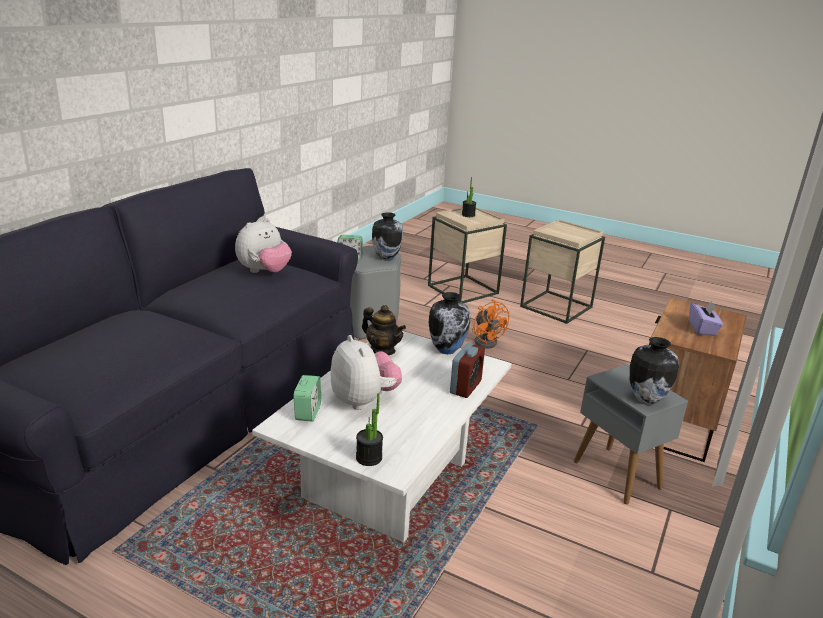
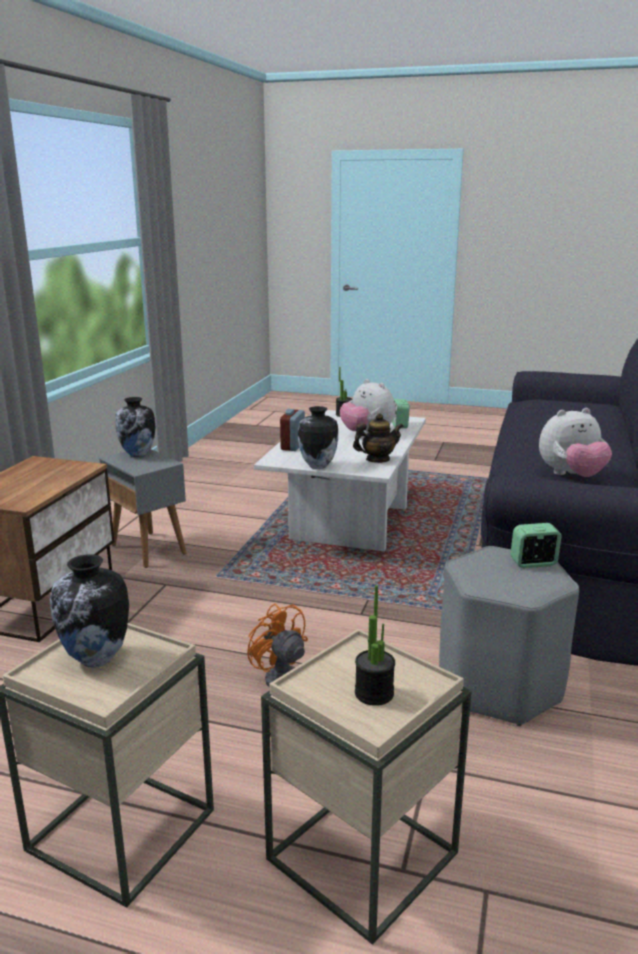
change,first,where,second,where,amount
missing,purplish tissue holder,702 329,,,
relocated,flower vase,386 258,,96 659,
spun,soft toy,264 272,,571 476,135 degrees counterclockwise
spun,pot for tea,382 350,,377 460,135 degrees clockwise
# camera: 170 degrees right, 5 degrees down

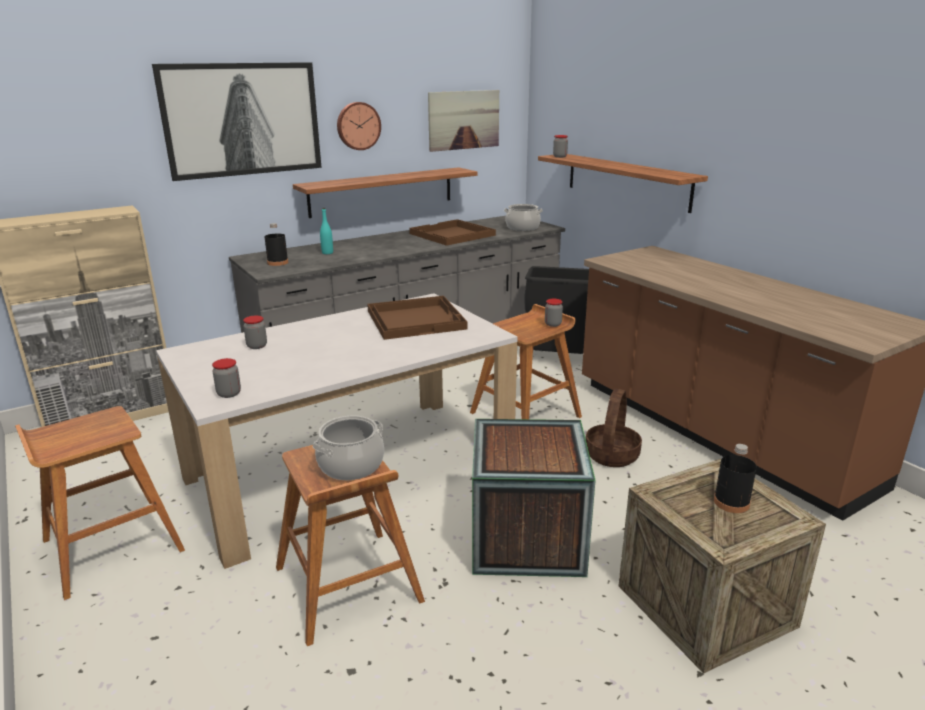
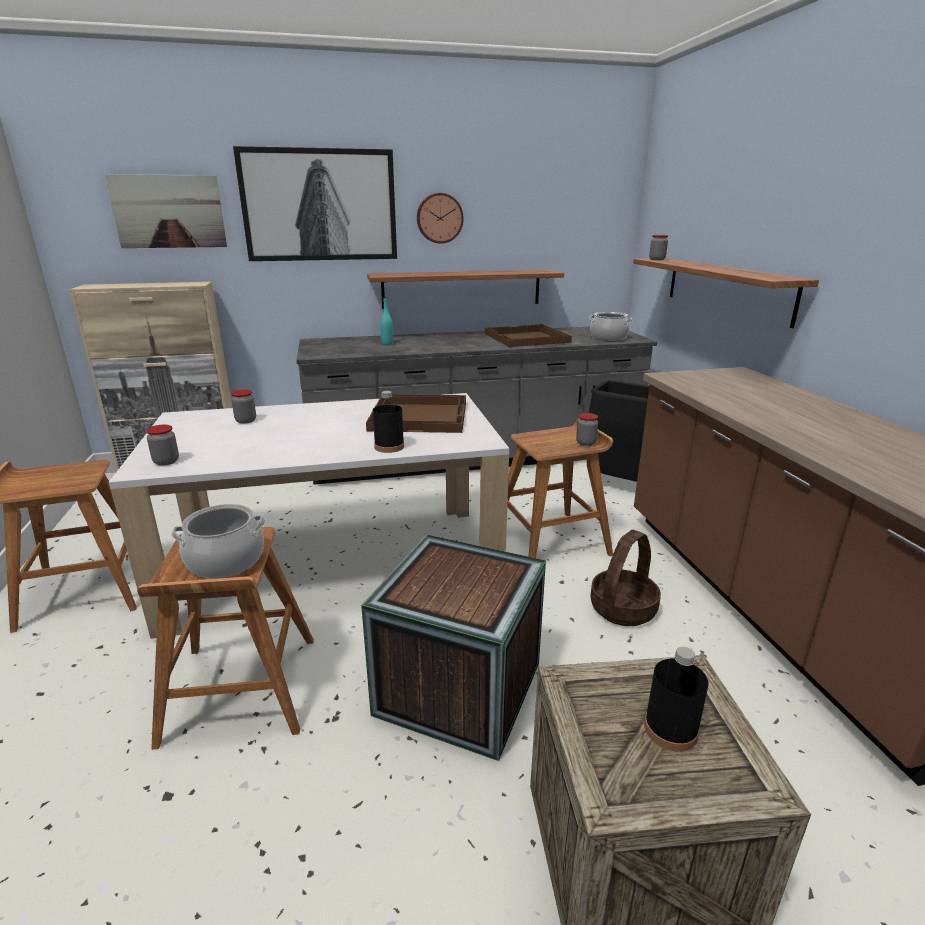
change,first,where,second,where,amount
relocated,black drink bottle,277 262,,389 447,
relocated,wall art,464 120,,169 211,
# camera: 20 degrees right, 0 degrees up

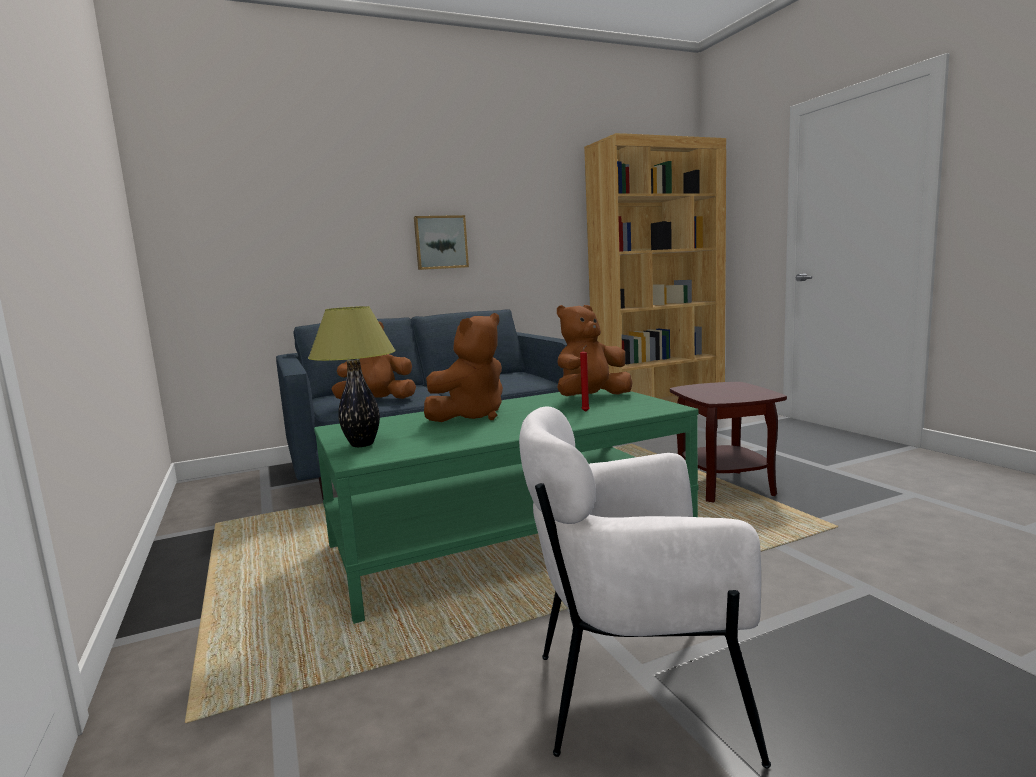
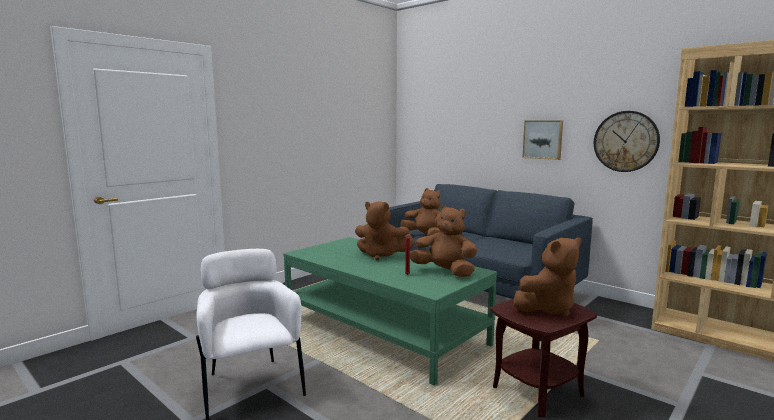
change,first,where,second,where,amount
missing,lamp for a table,363 444,,,
appeared,,,brown soft toy,548 309,
appeared,,,hanging clock,625 141,
# camera: 65 degrees right, 0 degrees up

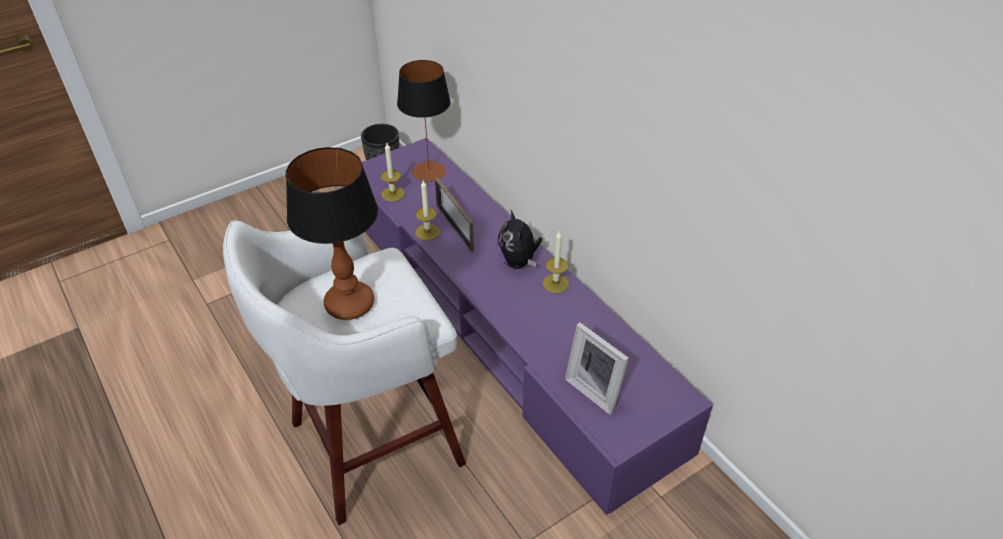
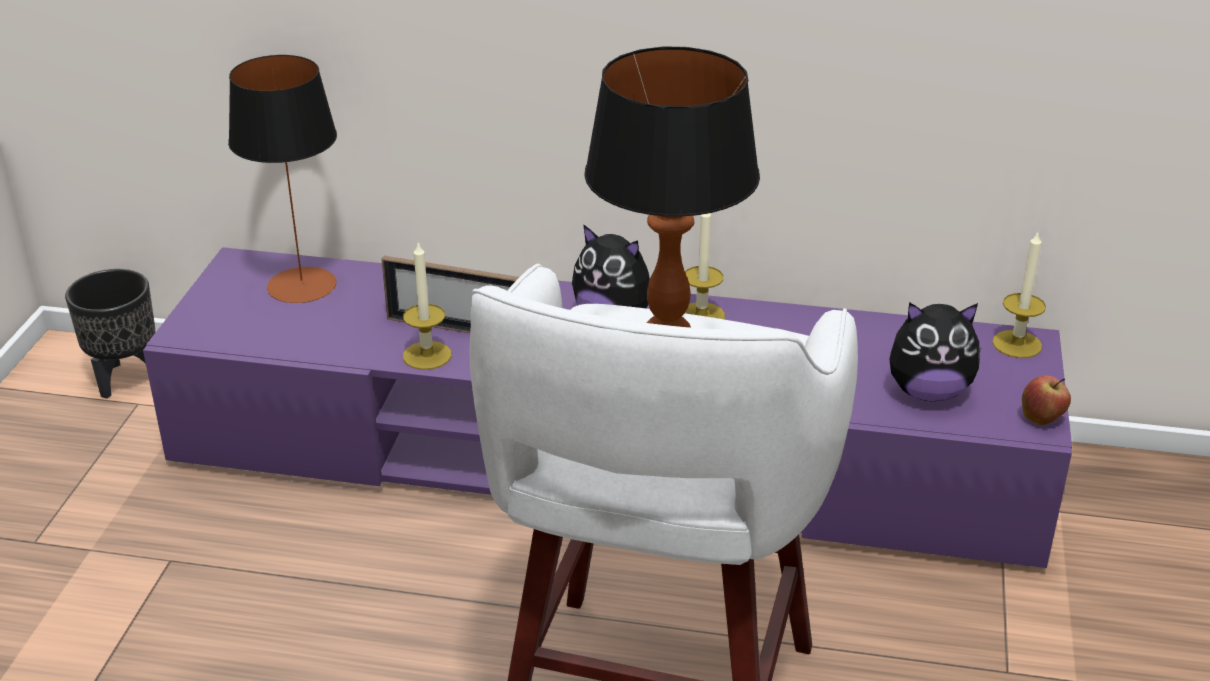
change,first,where,second,where,amount
appeared,,,apple fruit,1042 419,
relocated,wax candle,393 194,,1017 344,
exchanged,picture frame,596 389,soft toy,928 392,
# camera: 45 degrees left, 10 degrees down

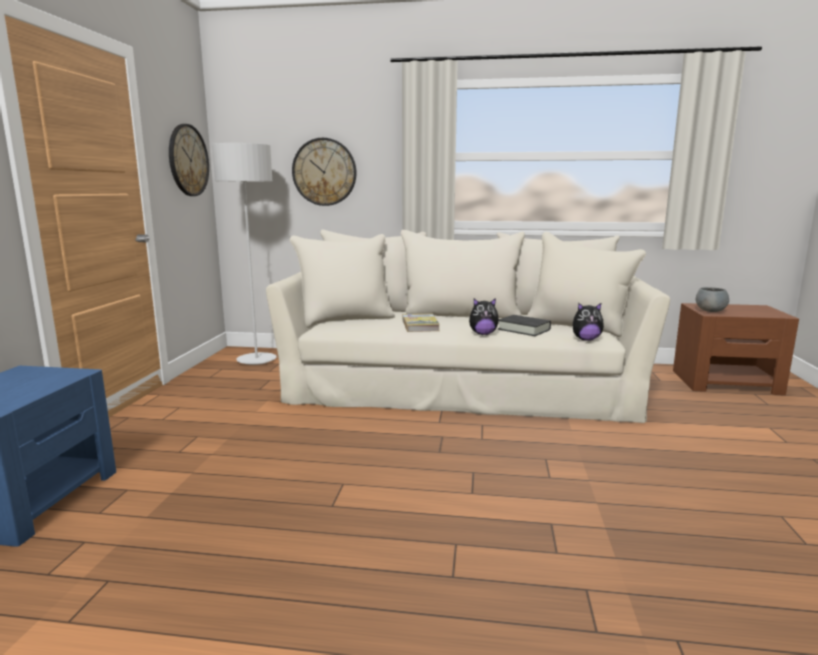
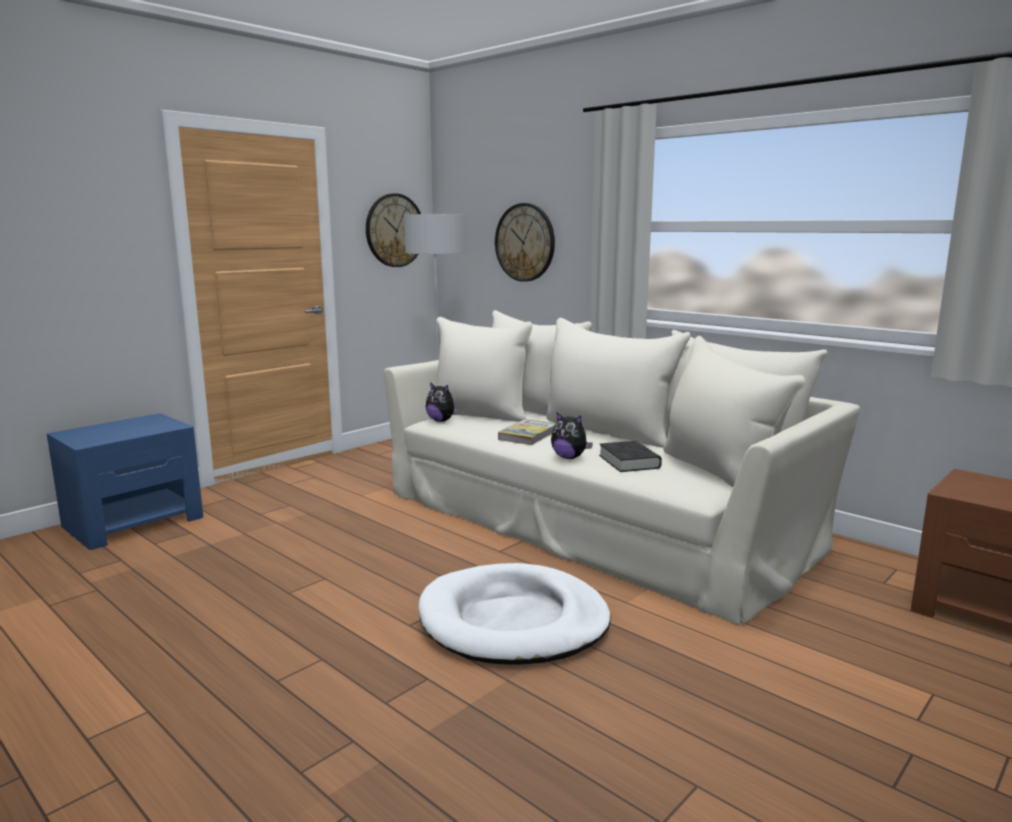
change,first,where,second,where,amount
missing,grey serving bowl,710 311,,,
appeared,,,white-coloured dog bed,513 621,
relocated,soft toy,586 339,,441 421,
# camera: 35 degrees right, 0 degrees up

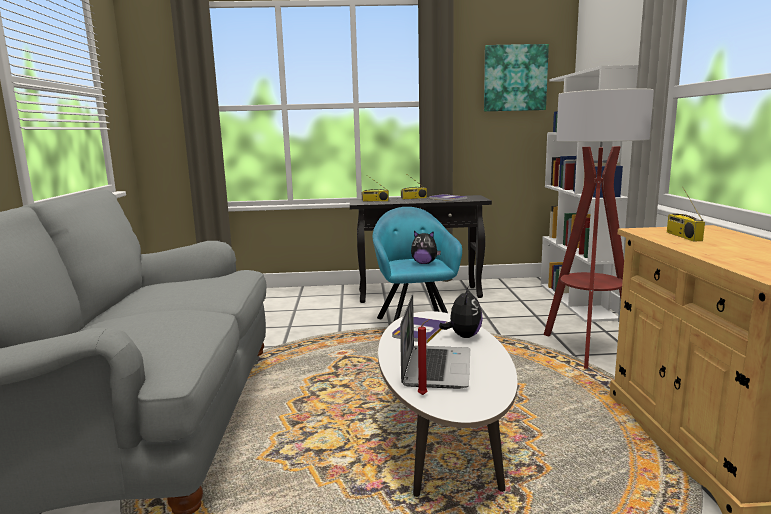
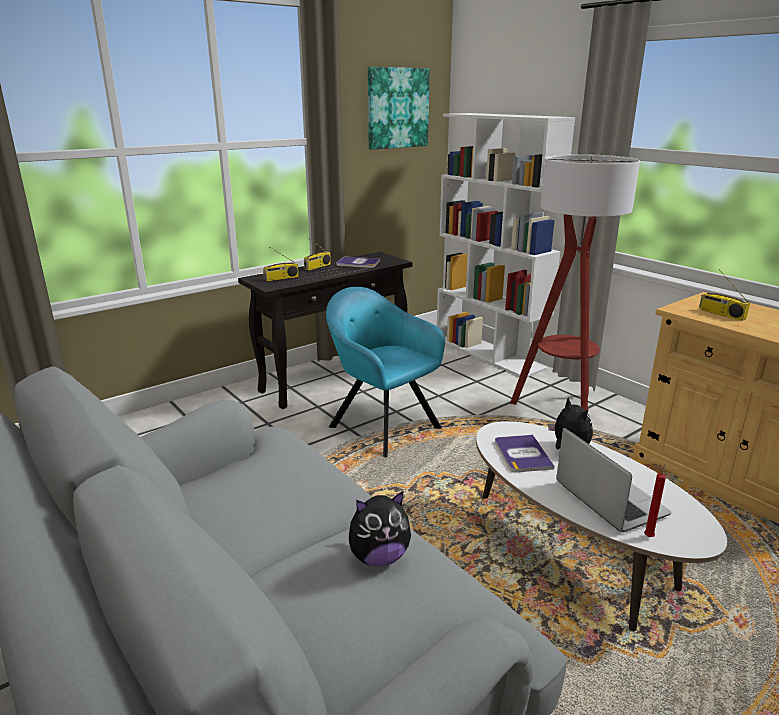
change,first,where,second,where,amount
relocated,soft toy,424 263,,379 557,
# camera: 35 degrees left, 10 degrees up

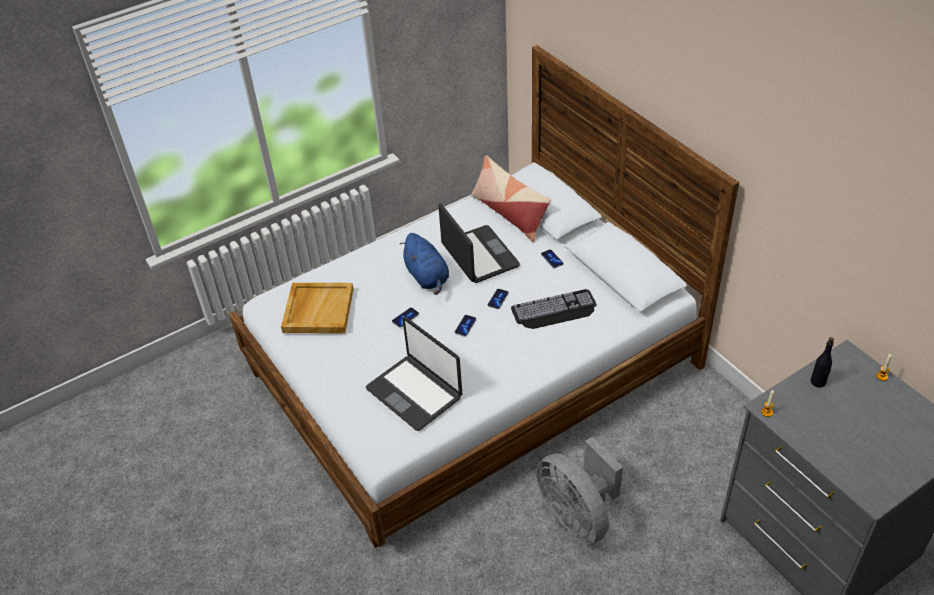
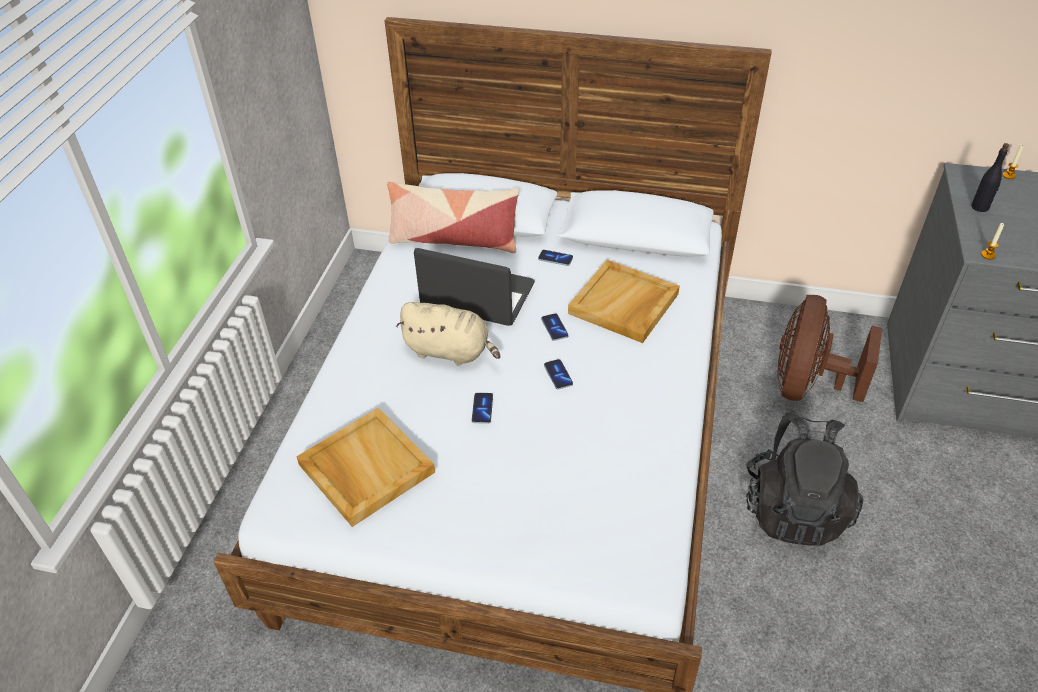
change,first,where,second,where,amount
missing,notebook computer,415 392,,,
appeared,,,brown cooling fan,807 385,
exchanged,keyboard,554 311,beige carrying tray,624 304,
exchanged,grey cooling fan,577 516,black knapsack,794 508,
colour,blue-coloured soft toy,427 277,beige soft toy,450 351,
# camera: 45 degrees left, 0 degrees up

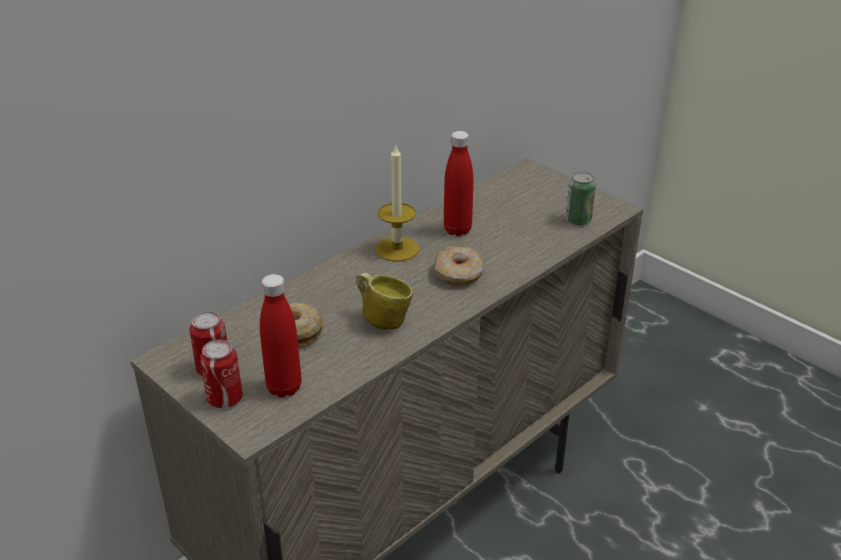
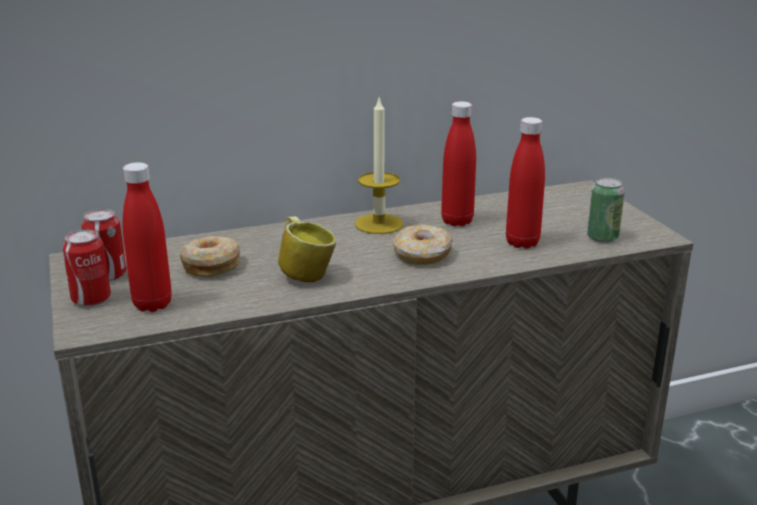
change,first,where,second,where,amount
appeared,,,red-coloured drink bottle,522 243,
# camera: 25 degrees right, 10 degrees down

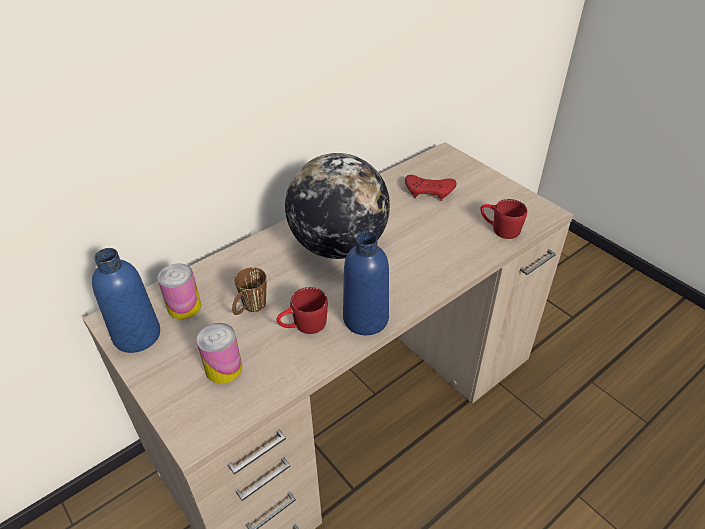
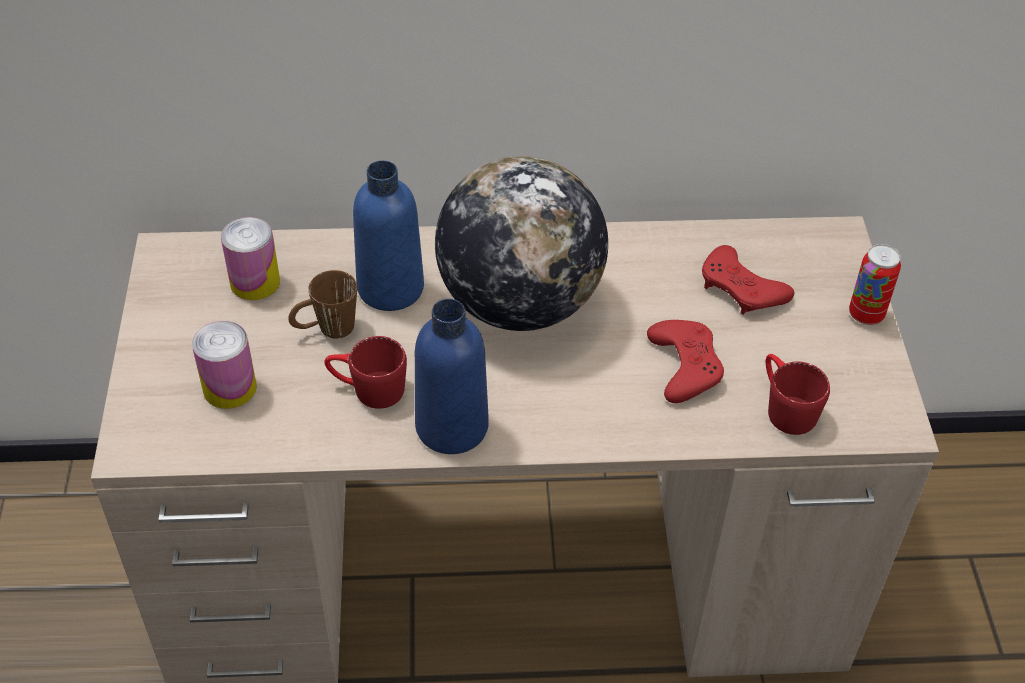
change,first,where,second,where,amount
appeared,,,red-coloured game controller,685 365,
appeared,,,can,866 314,
relocated,blue-coloured drink bottle,137 335,,390 288,
# camera: 35 degrees right, 5 degrees up

